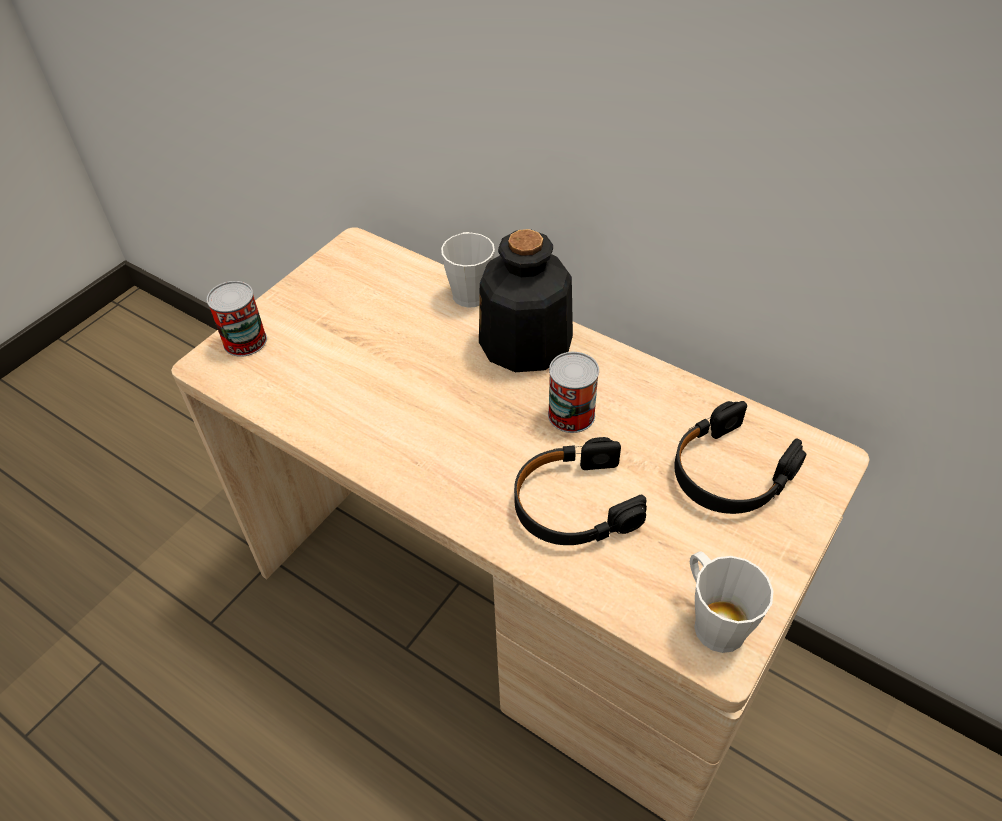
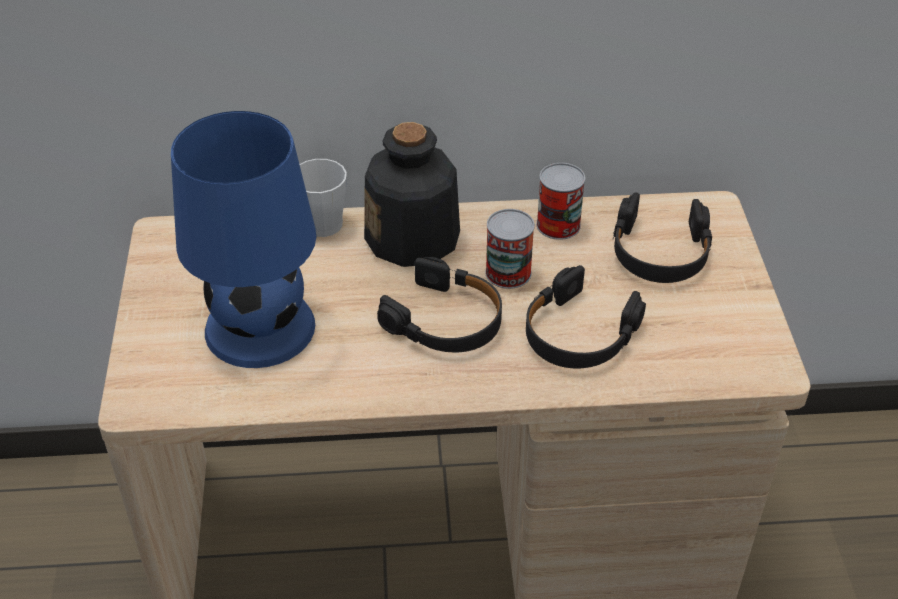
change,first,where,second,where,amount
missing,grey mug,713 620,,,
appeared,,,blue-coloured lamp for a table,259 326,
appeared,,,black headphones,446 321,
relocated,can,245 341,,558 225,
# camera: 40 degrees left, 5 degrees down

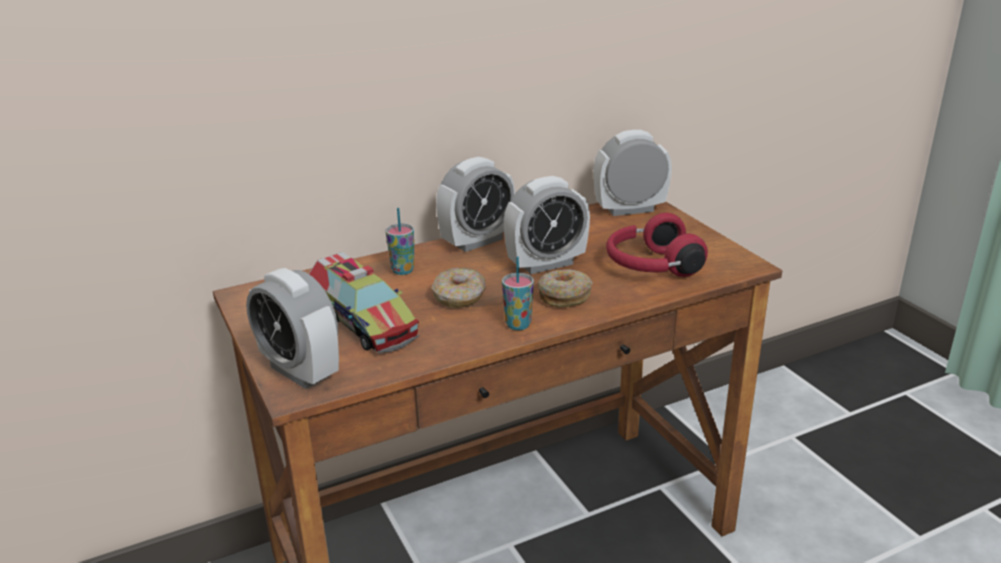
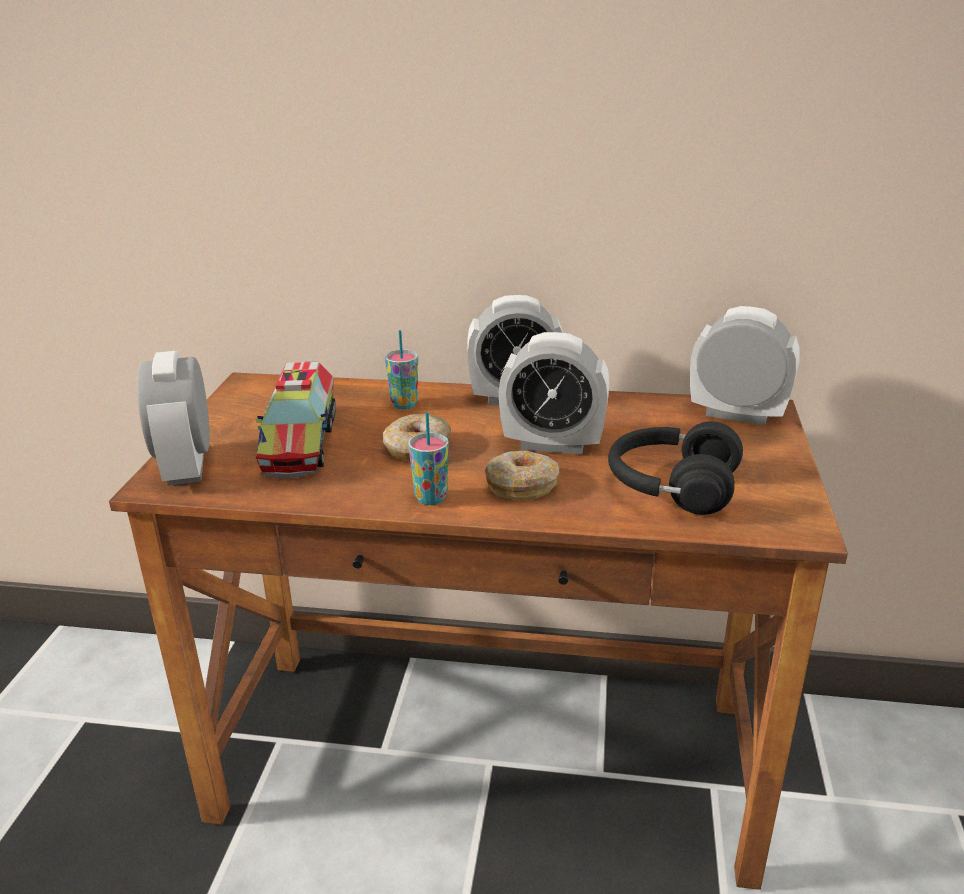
change,first,where,second,where,amount
colour,red-coloured headphones,651 266,black headphones,670 487,
# camera: 35 degrees right, 0 degrees up

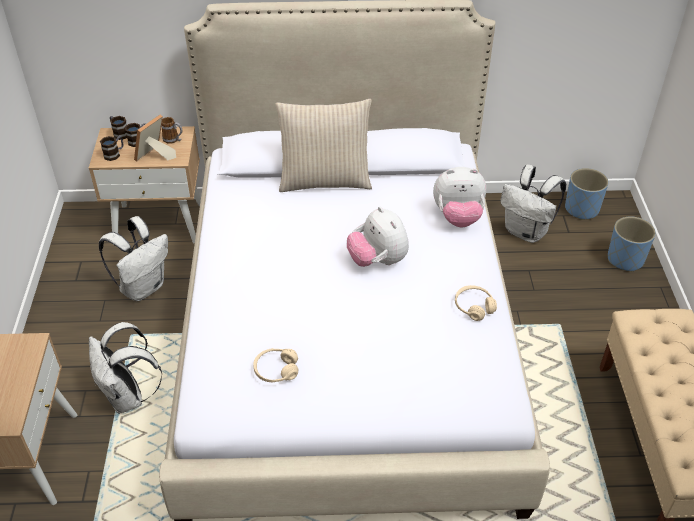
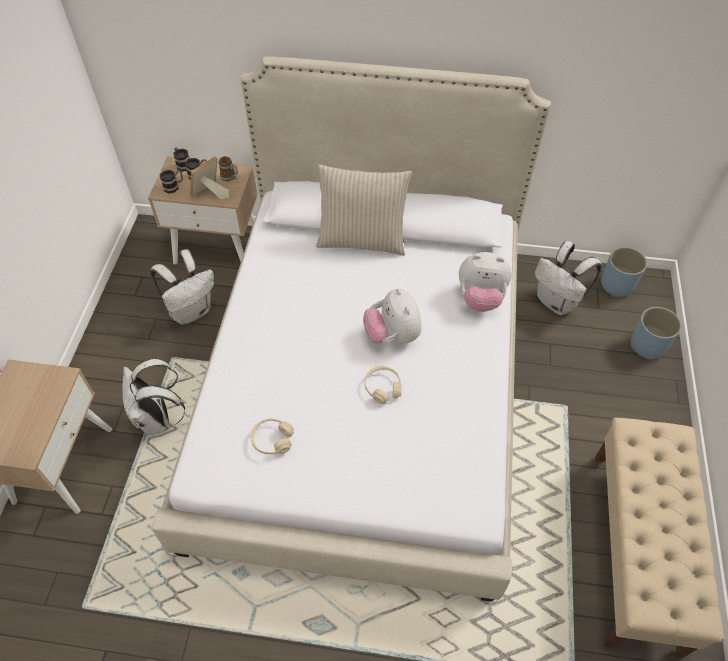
change,first,where,second,where,amount
relocated,beige headphones,474 307,,382 388,
# camera: 10 degrees right, 10 degrees up

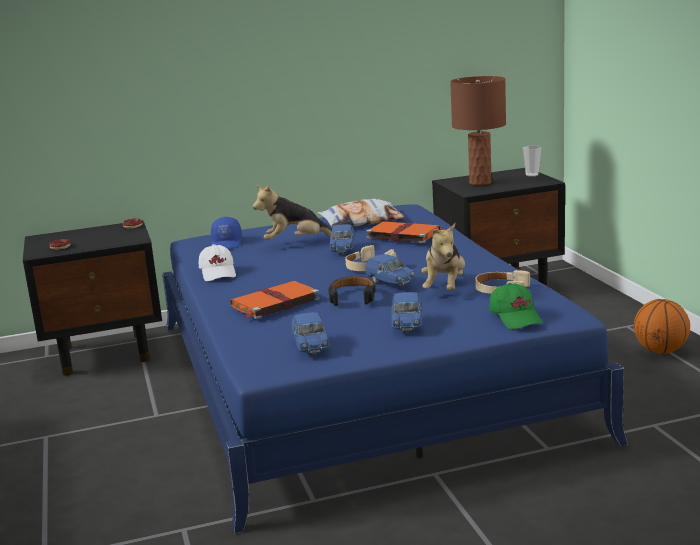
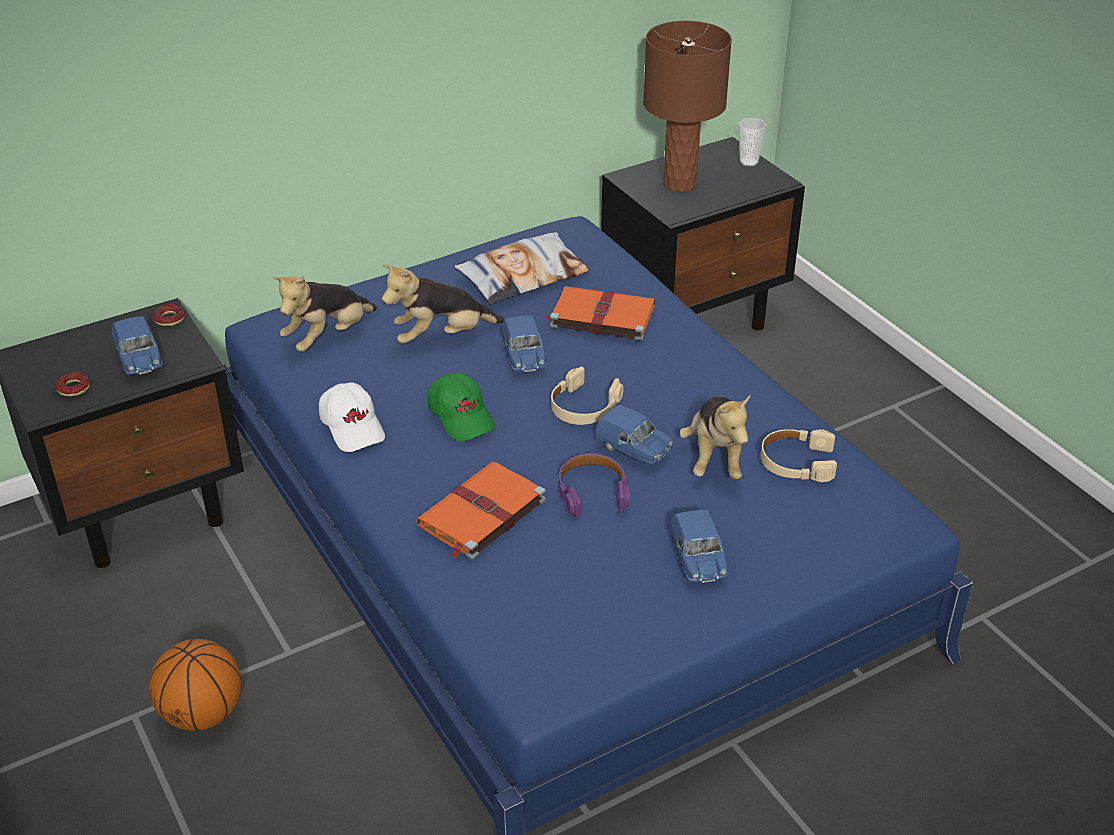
change,first,where,second,where,amount
relocated,blue-coloured miniature car,311 347,,140 361,
relocated,green baseball cap,516 318,,462 417,
relocated,basketball,661 351,,203 714,
exchanged,blue-coloured baseball cap,227 243,soft toy,328 337,
colour,black headphones,352 297,purplish headphones,592 492,
# camera: 15 degrees left, 20 degrees up

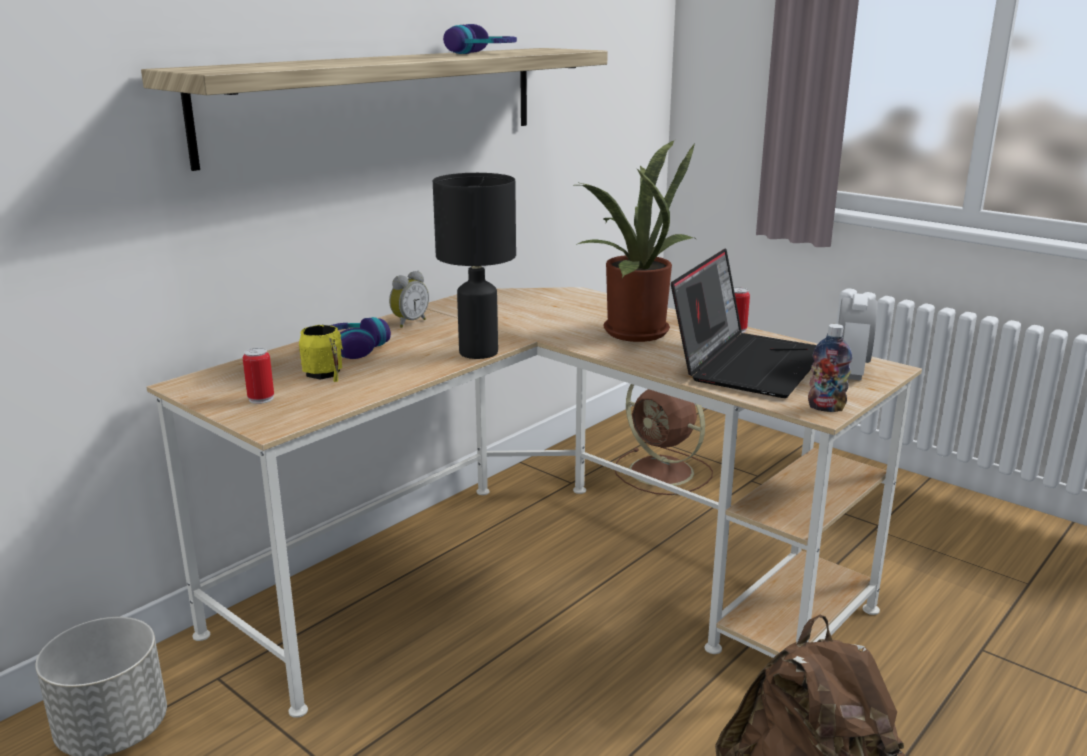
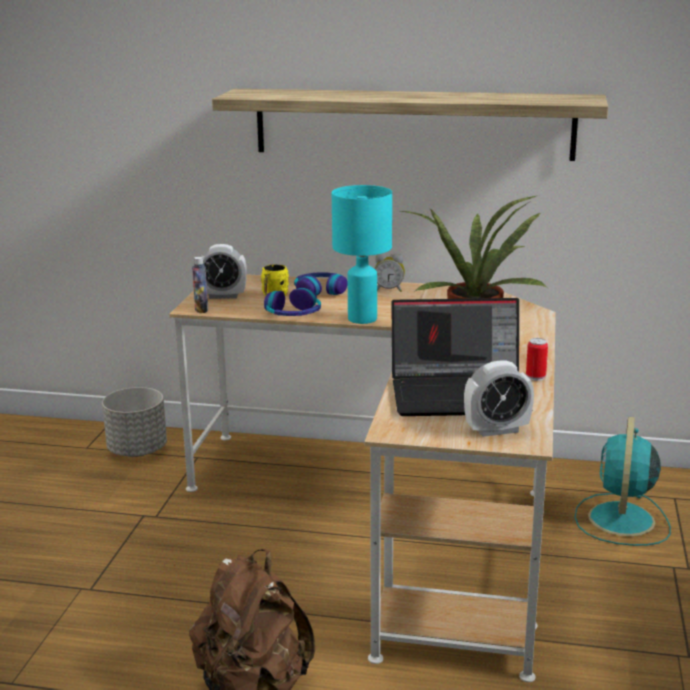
change,first,where,second,where,amount
relocated,headphones,482 53,,293 314,
relocated,drink bottle,826 408,,201 310,
exchanged,can,261 398,table clock,223 296,
colour,black lamp for a table,479 352,turquoise lamp for a table,363 319,
colour,brown cooling fan,663 472,turquoise cooling fan,621 521,
# camera: 60 degrees right, 0 degrees up

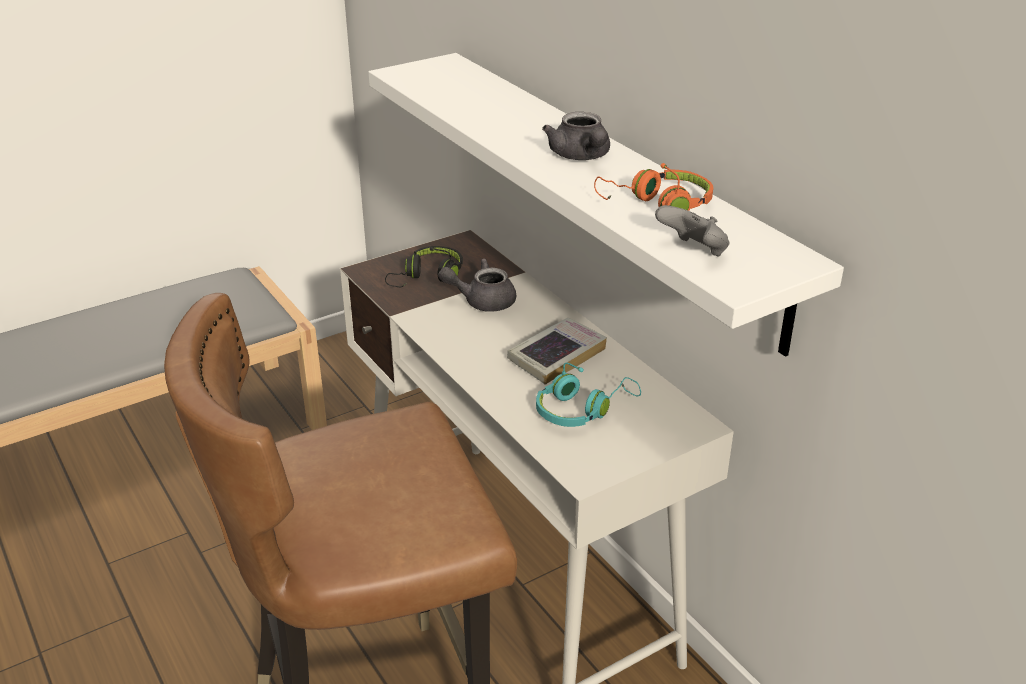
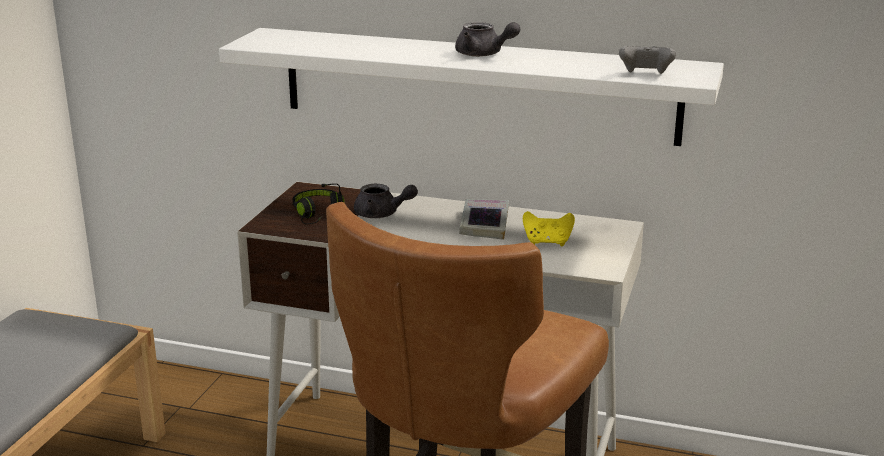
change,first,where,second,where,amount
missing,orangey headphones,658 205,,,
exchanged,turquoise headphones,582 409,yellowish game controller,547 242,
spun,grey pot for tea,482 301,,382 214,120 degrees counterclockwise
# camera: 40 degrees left, 10 degrees down

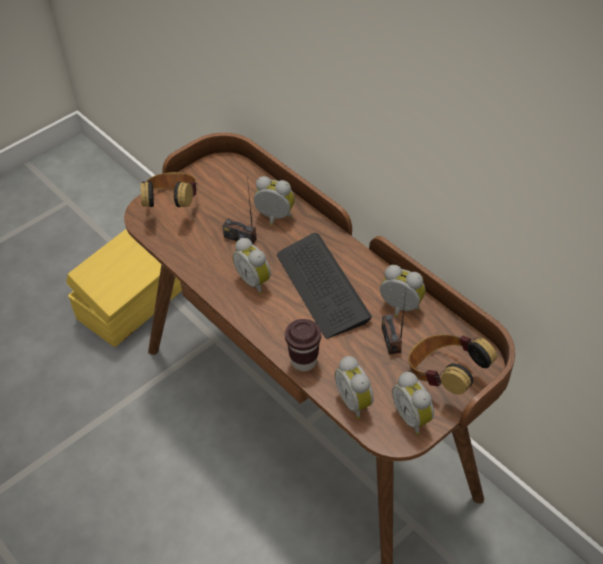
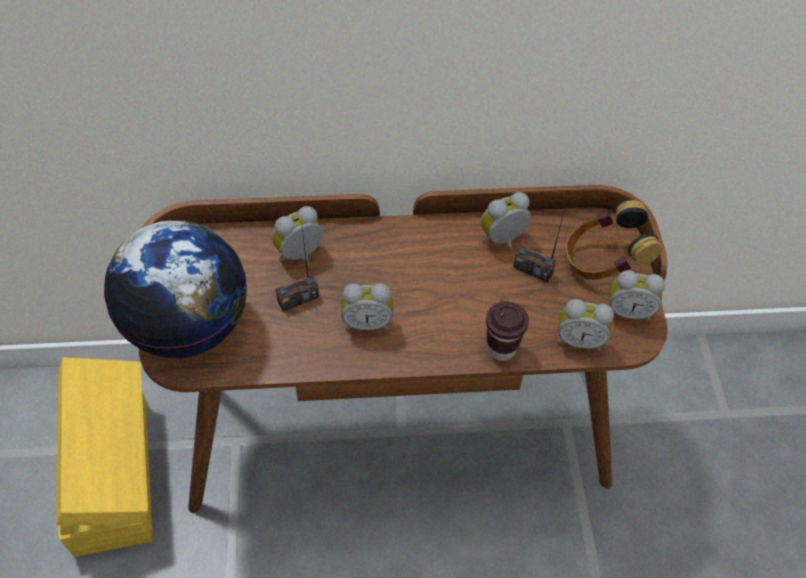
change,first,where,second,where,amount
missing,keyboard,322 287,,,
exchanged,headphones,172 205,desk globe,189 326,
# camera: 55 degrees left, 5 degrees up

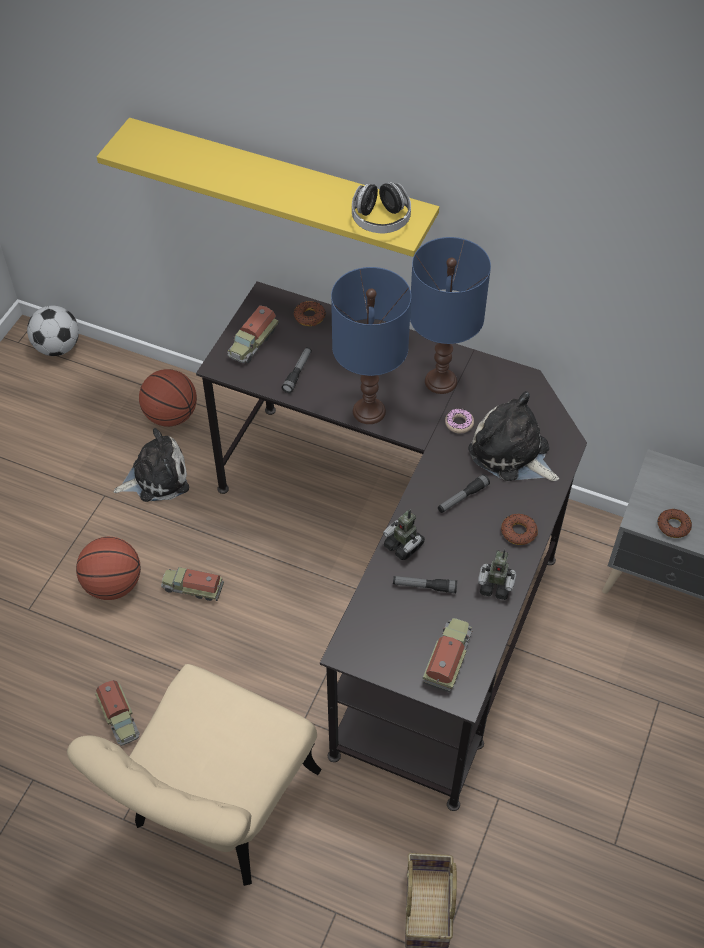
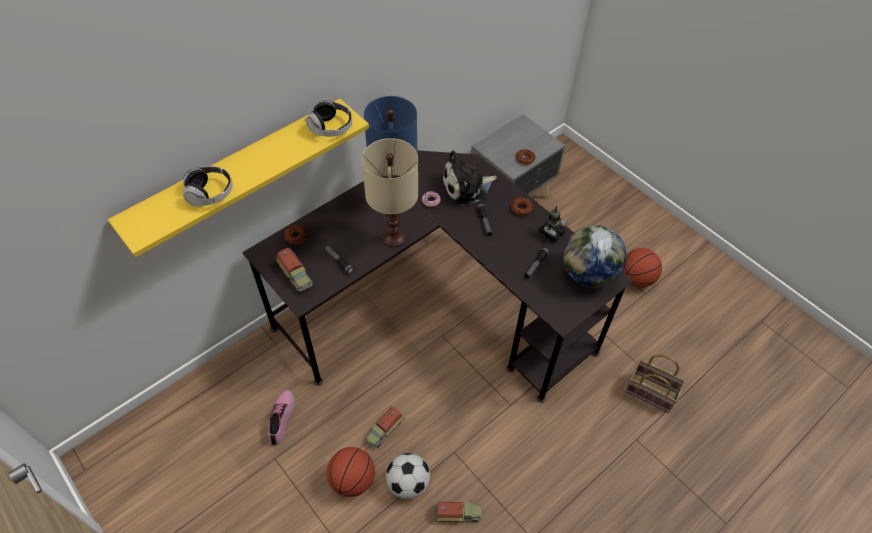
change,first,where,second,where,amount
missing,beige upright chair,215 814,,,
missing,robot figure,404 545,,,
appeared,,,headphones,210 193,
relocated,football,58 347,,408 483,
relocated,basketball,171 416,,636 279,
exchanged,soft toy,156 477,item of footwear,281 418,
exchanged,toy lorry,448 658,desk globe,588 274,
colour,blue-coloured lamp for a table,368 411,beige lamp for a table,393 238,
# camera: 65 degrees left, 0 degrees up

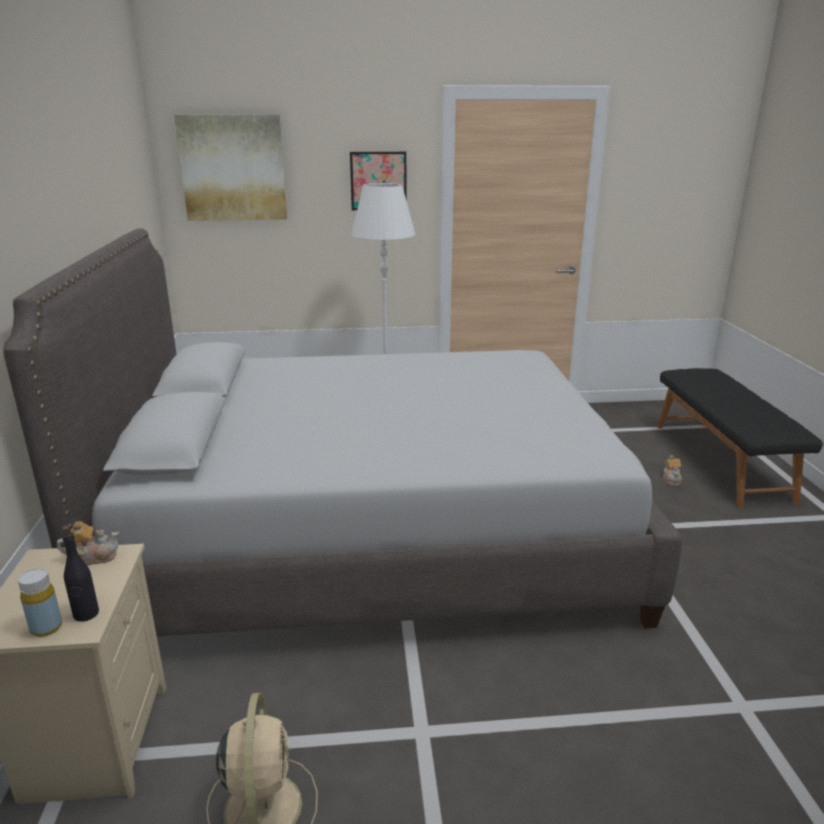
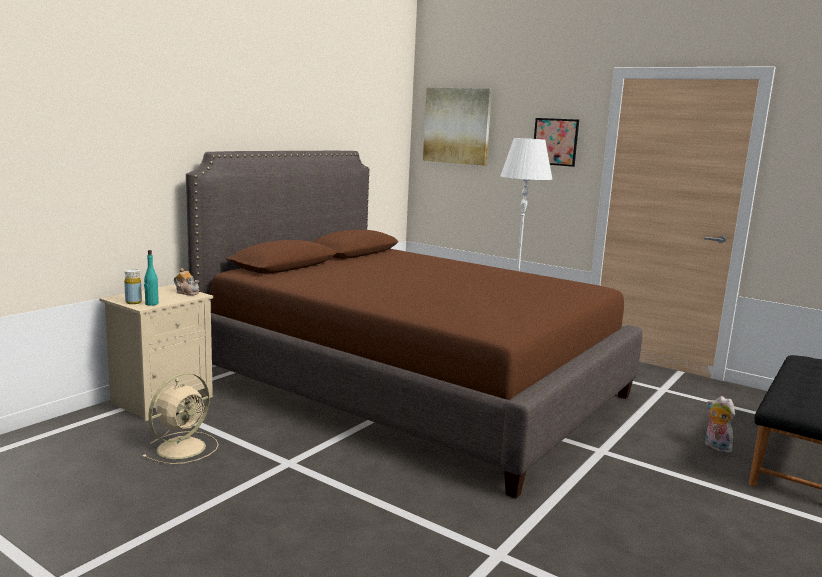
change,first,where,second,where,amount
exchanged,pot for tea,672 479,soft toy,715 447,
colour,grey bedroom bed,372 534,brown bedroom bed,412 387,
colour,black drink bottle,86 614,turquoise drink bottle,151 304,
# camera: 40 degrees right, 10 degrees down

